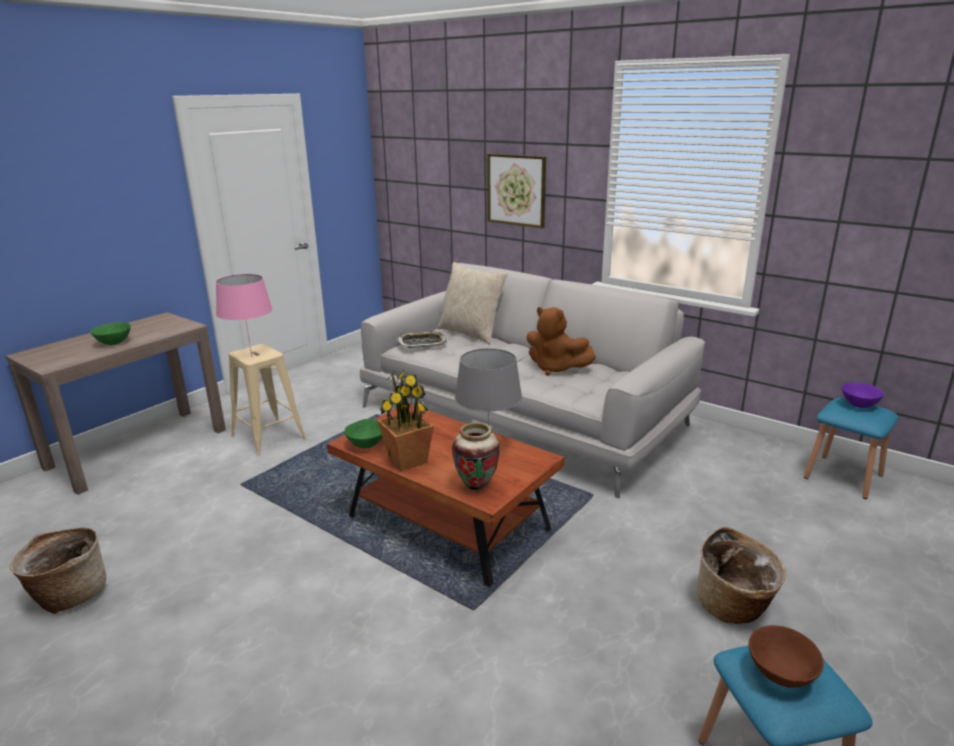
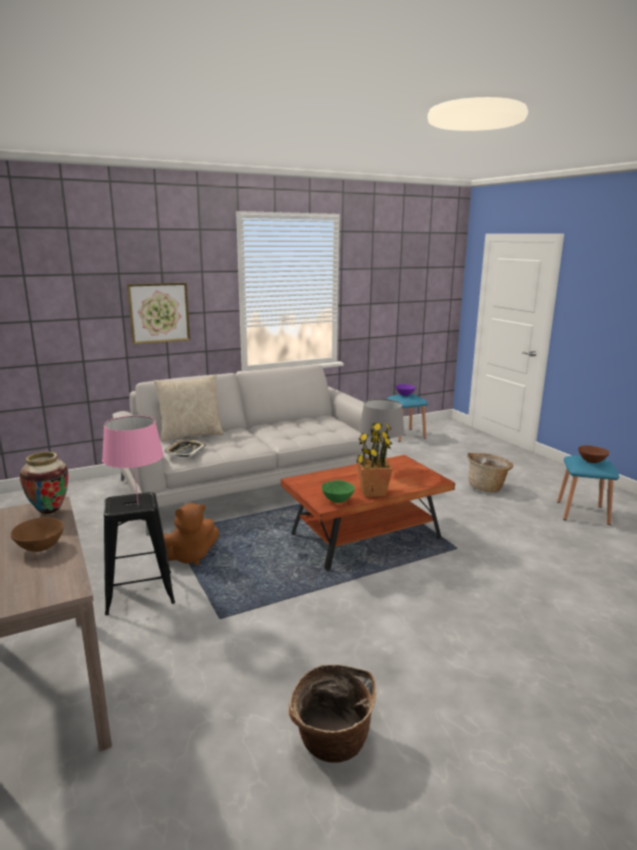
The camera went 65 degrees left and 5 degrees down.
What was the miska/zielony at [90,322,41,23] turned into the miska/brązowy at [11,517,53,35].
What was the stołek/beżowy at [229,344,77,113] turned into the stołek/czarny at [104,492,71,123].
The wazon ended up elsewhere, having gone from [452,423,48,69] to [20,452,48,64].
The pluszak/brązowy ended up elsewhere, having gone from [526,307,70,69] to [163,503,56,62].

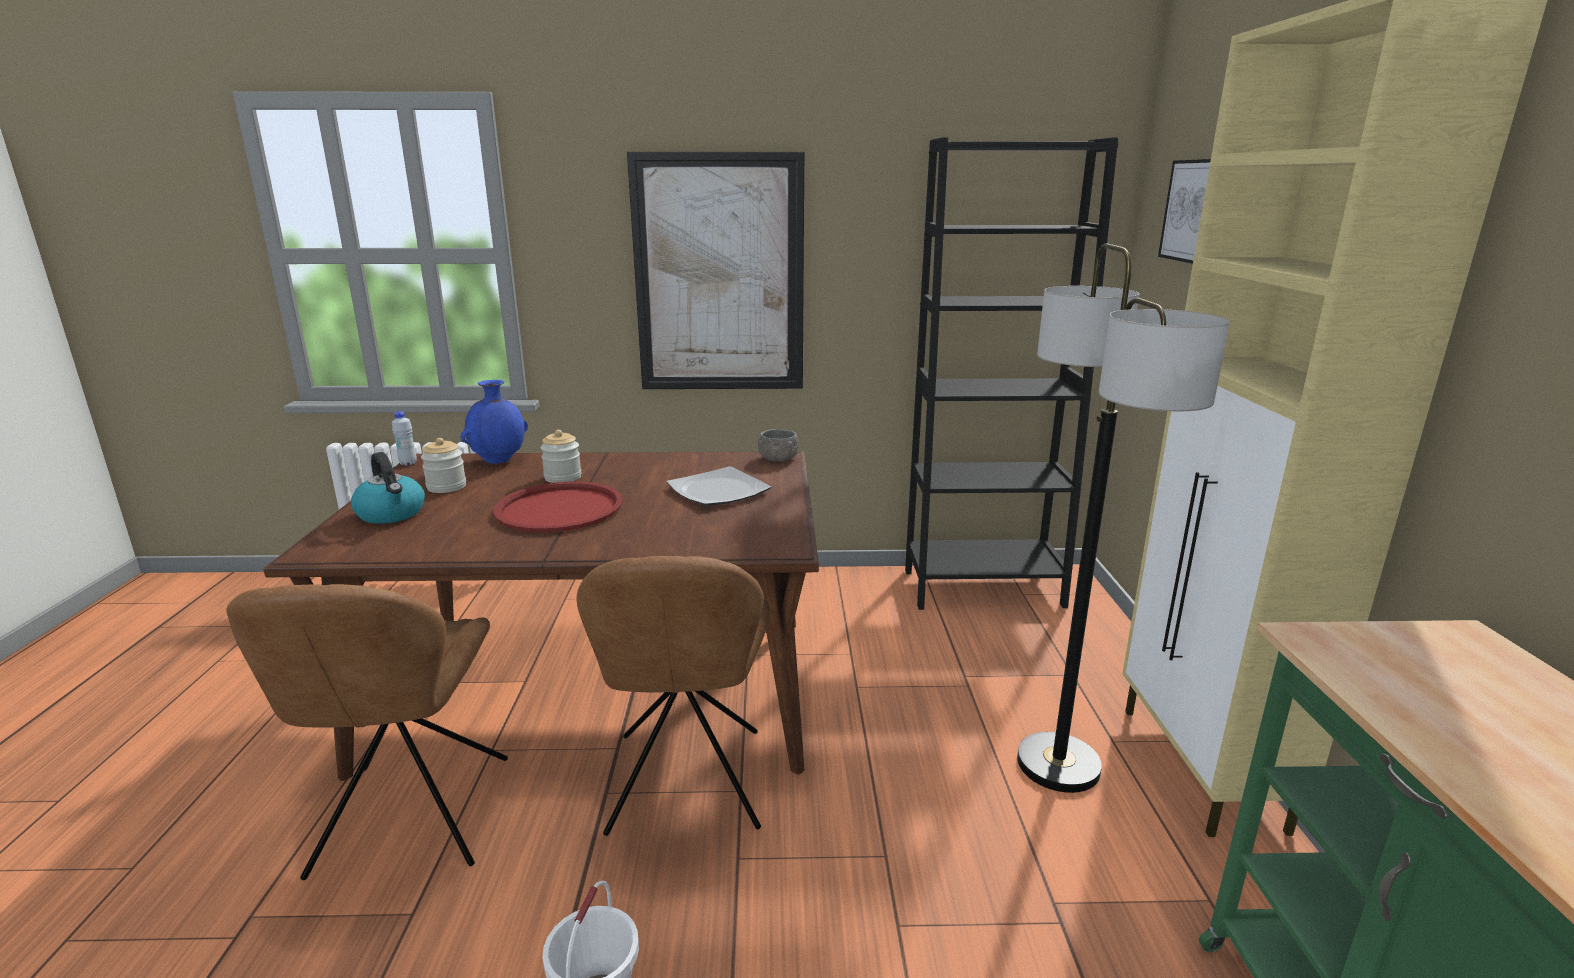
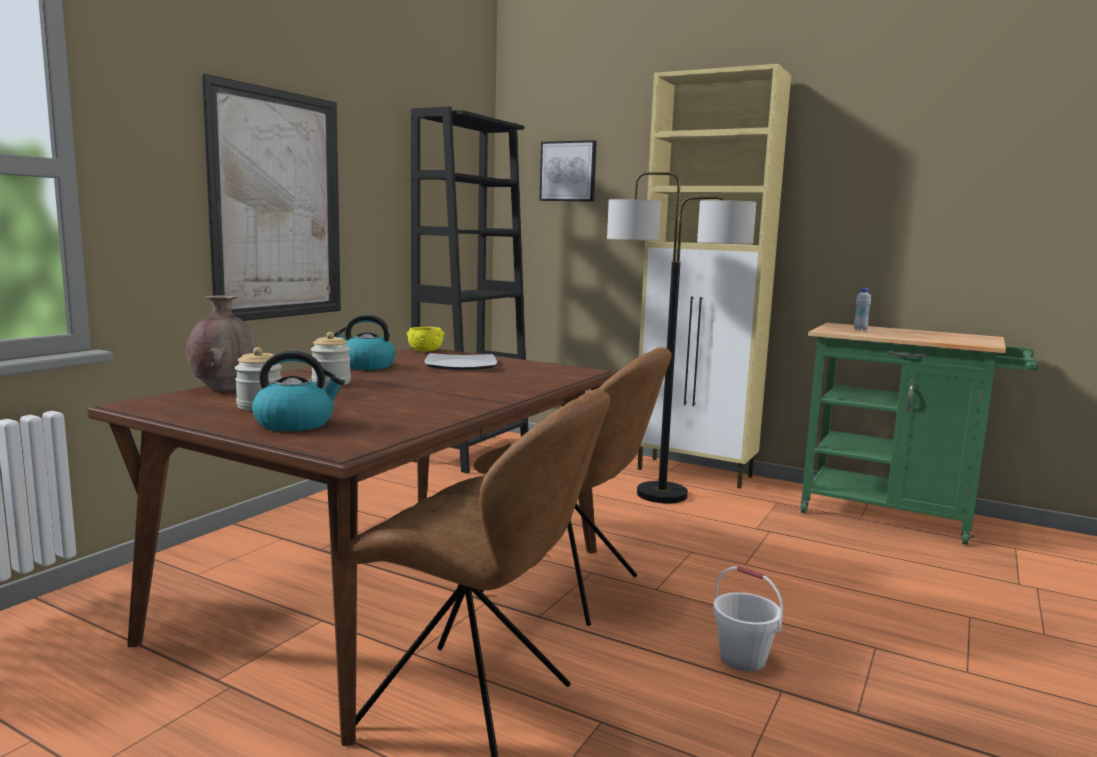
The camera went 60 degrees left and 10 degrees down.
The butelka/biały ended up elsewhere, having gone from [392,411,25,55] to [854,288,17,42].
What was the wazon/niebieski at [460,380,68,84] turned into the wazon/brązowy at [186,295,72,96].
The second view lost the taca/czerwony at [493,481,130,52].
What was the miska/szary at [758,429,41,33] turned into the miska/żółty at [407,327,38,25].
The second view gained the czajnik at [334,314,62,56].

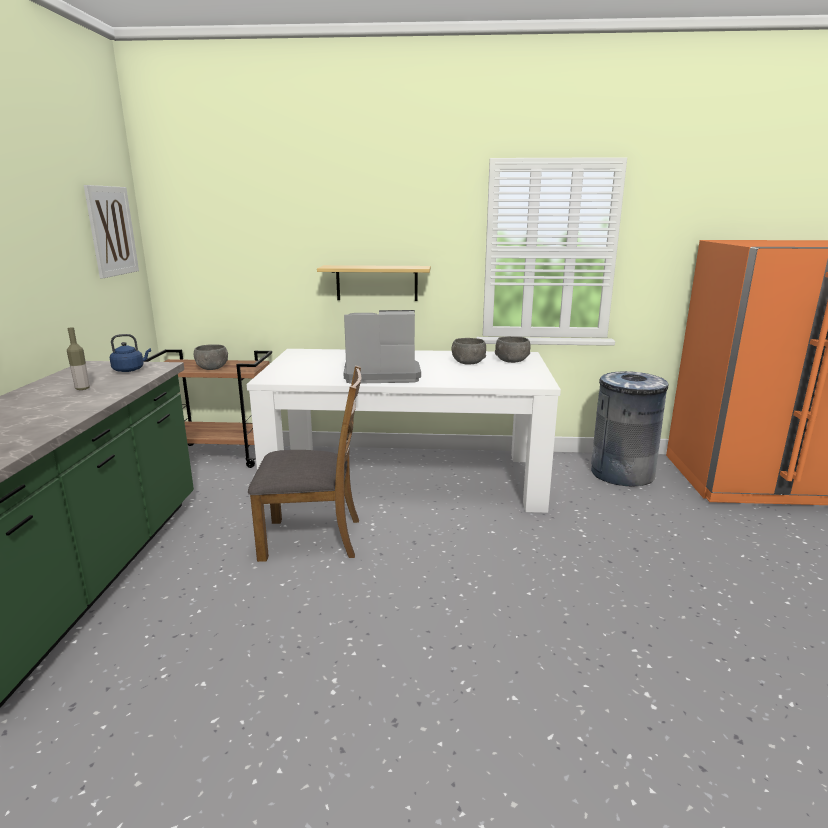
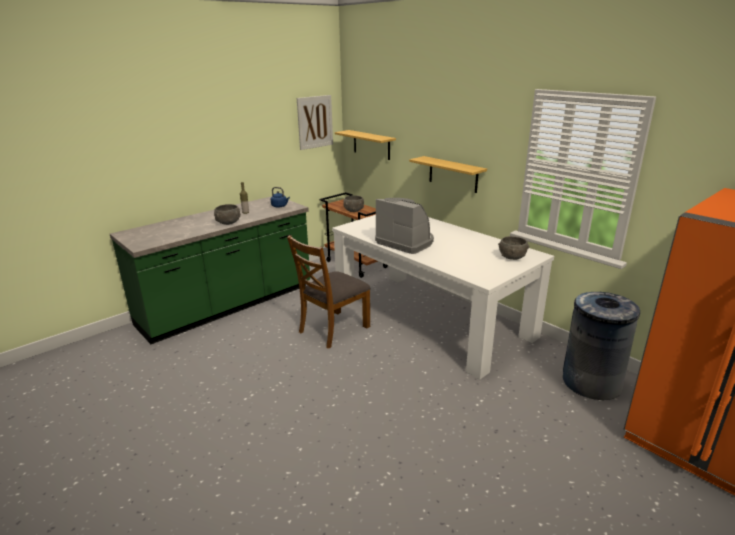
The camera went 45 degrees right and 5 degrees up.
The krzesło/brązowy at [248,365,113,197] ended up facing another way, 90 degrees clockwise from before.
The miska/szary ended up elsewhere, having gone from [452,338,34,27] to [214,204,27,21].
The second view gained the półka at [335,130,61,30].

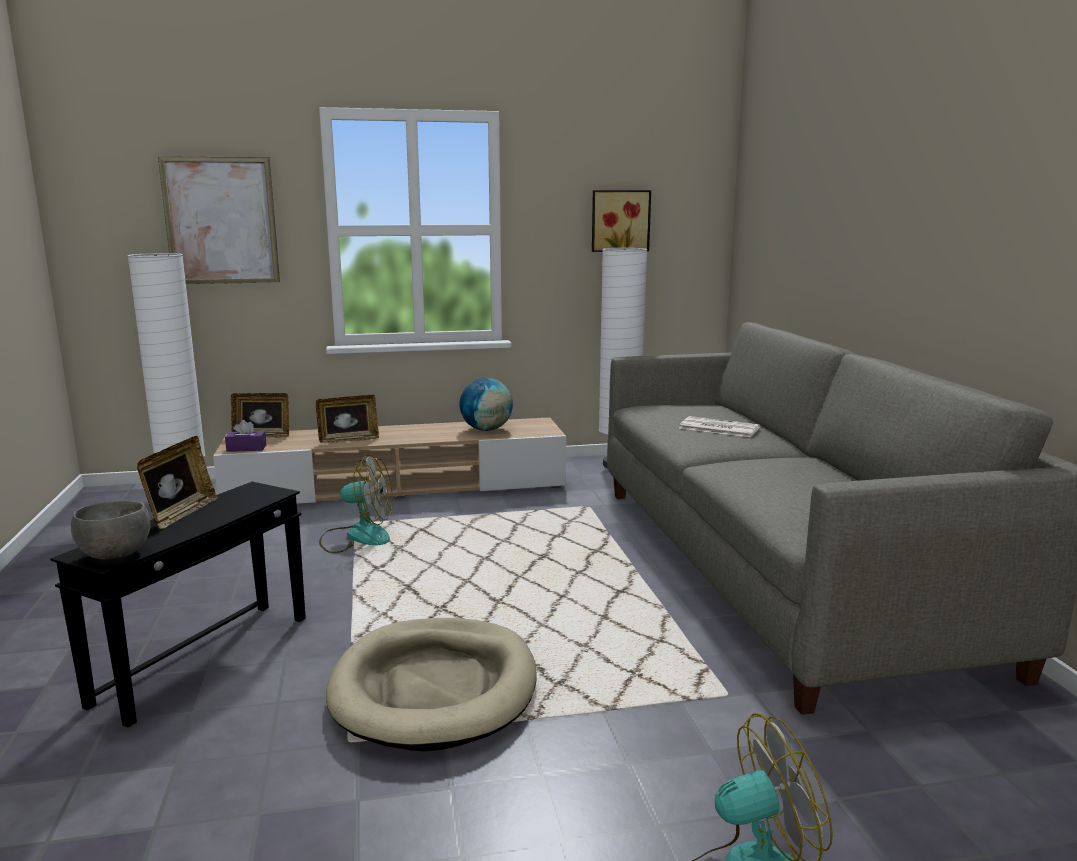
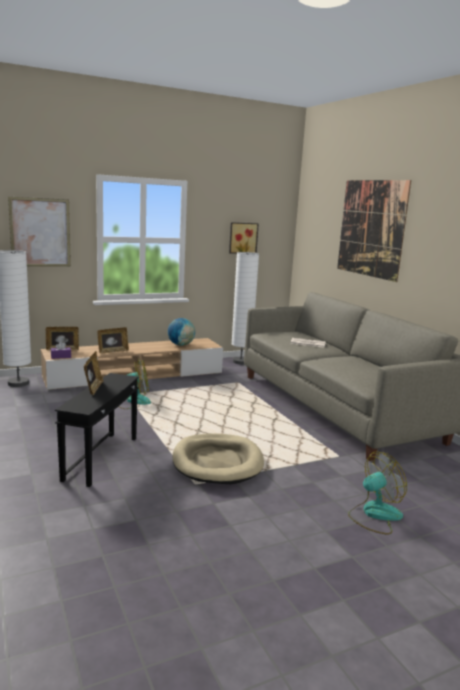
The camera went 15 degrees left and 0 degrees up.
The second view lost the miska/szary at [71,500,79,59].
The second view gained the obraz at [337,180,74,102].

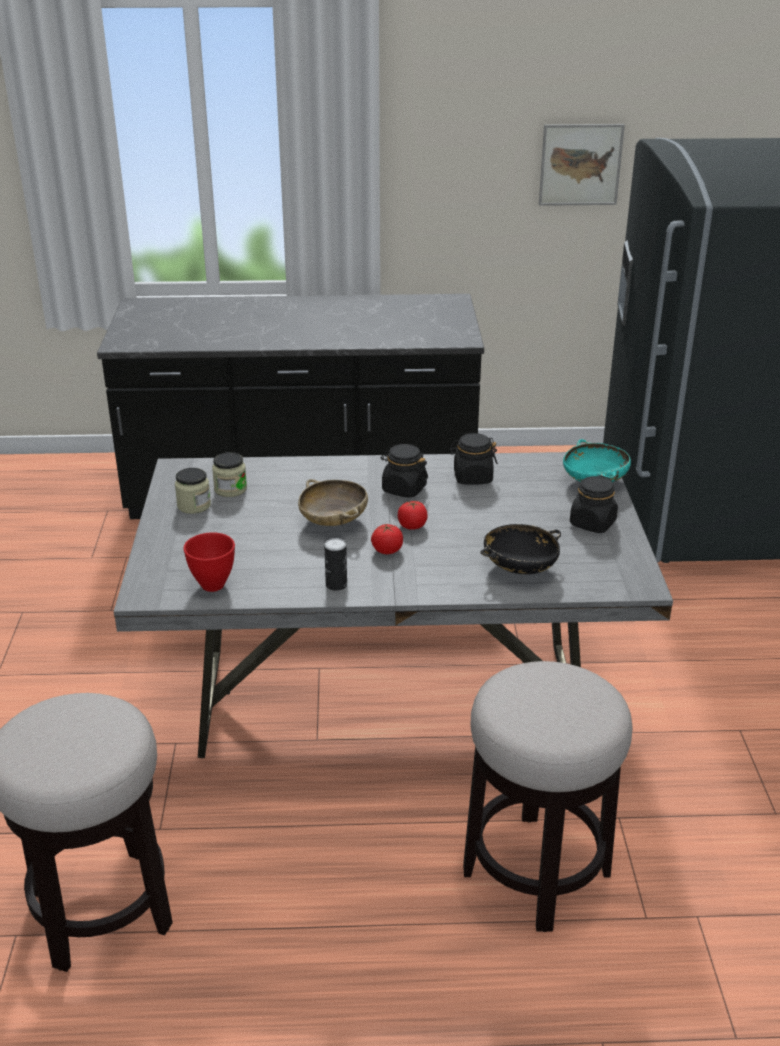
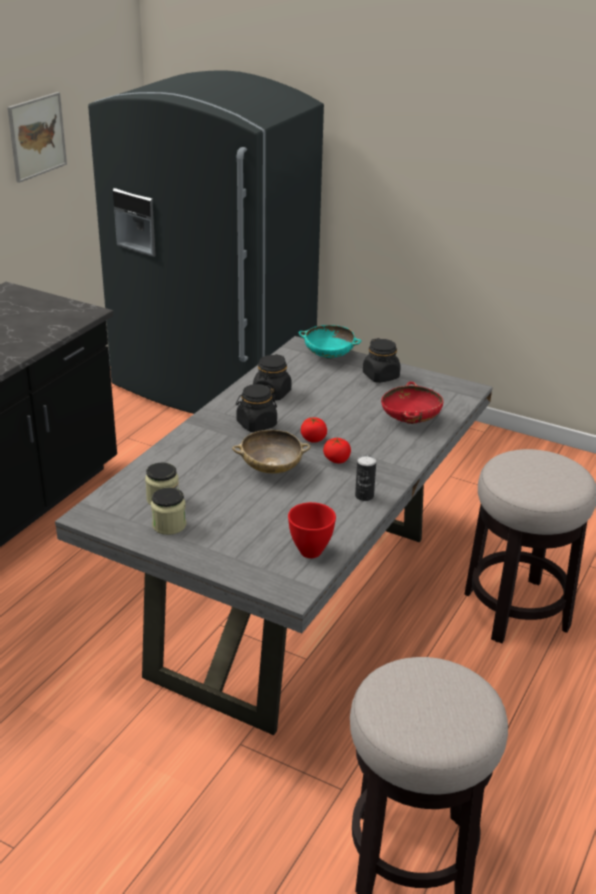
The camera went 60 degrees left and 0 degrees up.
What was the miska/czarny at [481,524,80,50] turned into the miska/czerwony at [381,382,62,42].

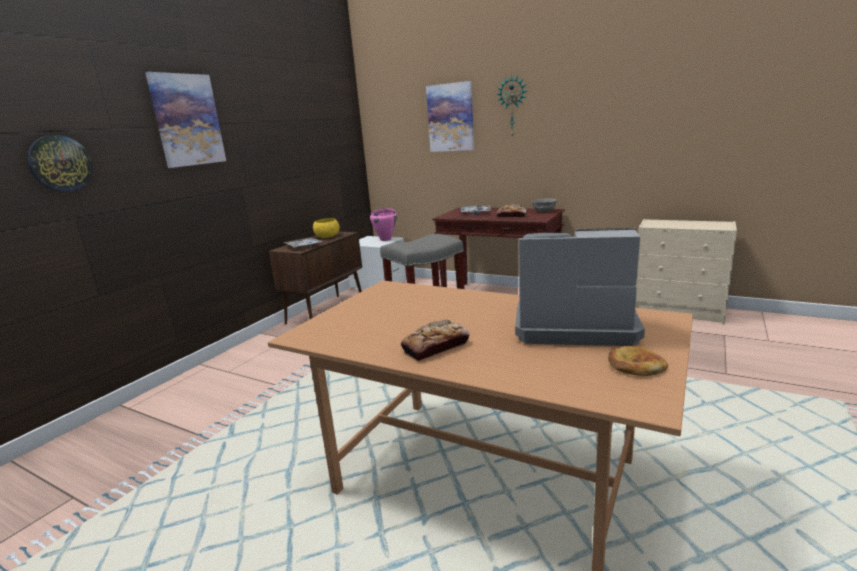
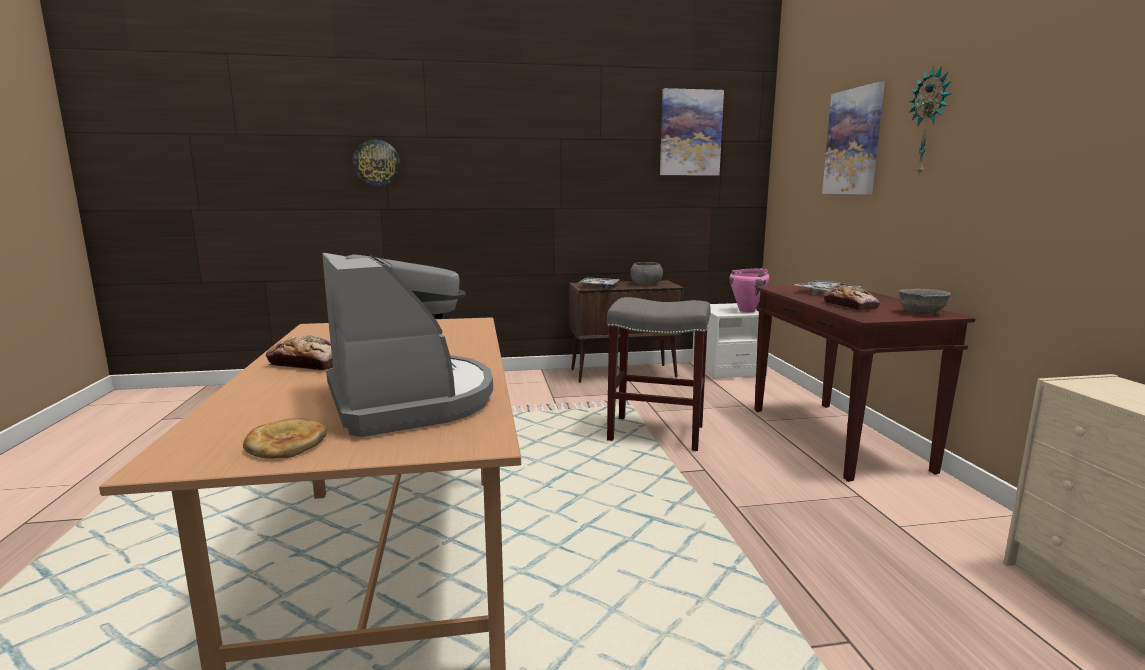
The camera went 50 degrees right and 5 degrees down.
The obraz ended up elsewhere, having gone from [145,72,81,96] to [660,88,64,87].
What was the miska/żółty at [313,218,27,20] turned into the miska/szary at [630,262,33,23].

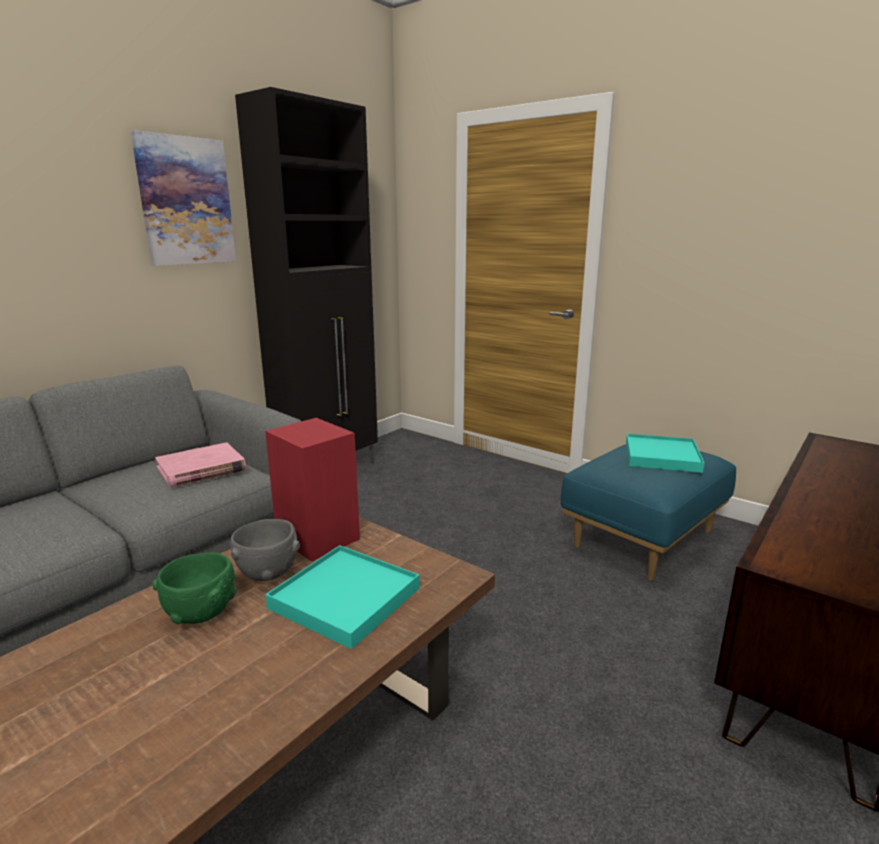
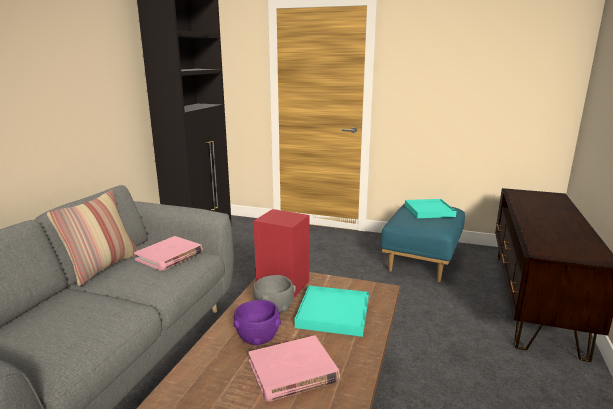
The camera went 20 degrees left and 0 degrees up.
The second view lost the obraz at [131,130,105,136].
What was the miska/zielony at [153,553,83,71] turned into the miska/fioletowy at [234,300,47,46].
The second view gained the poduszka at [47,190,91,96].
The second view gained the książka/różowy at [248,335,92,67].

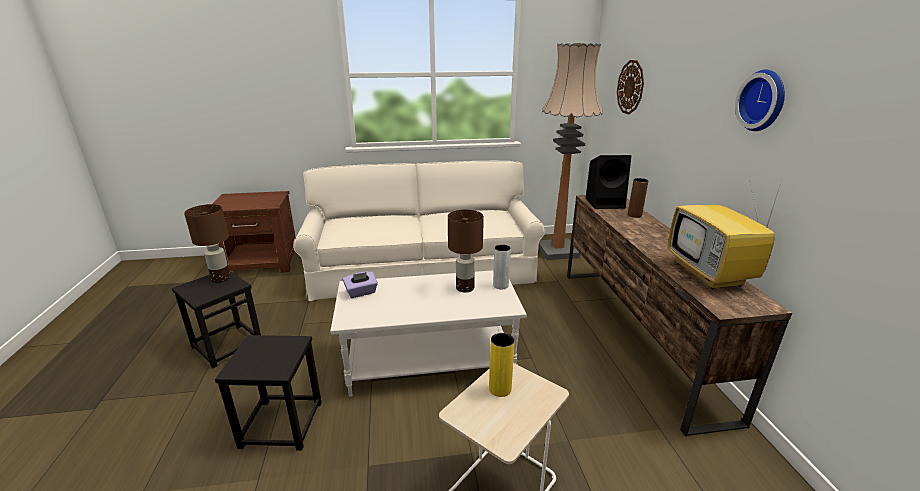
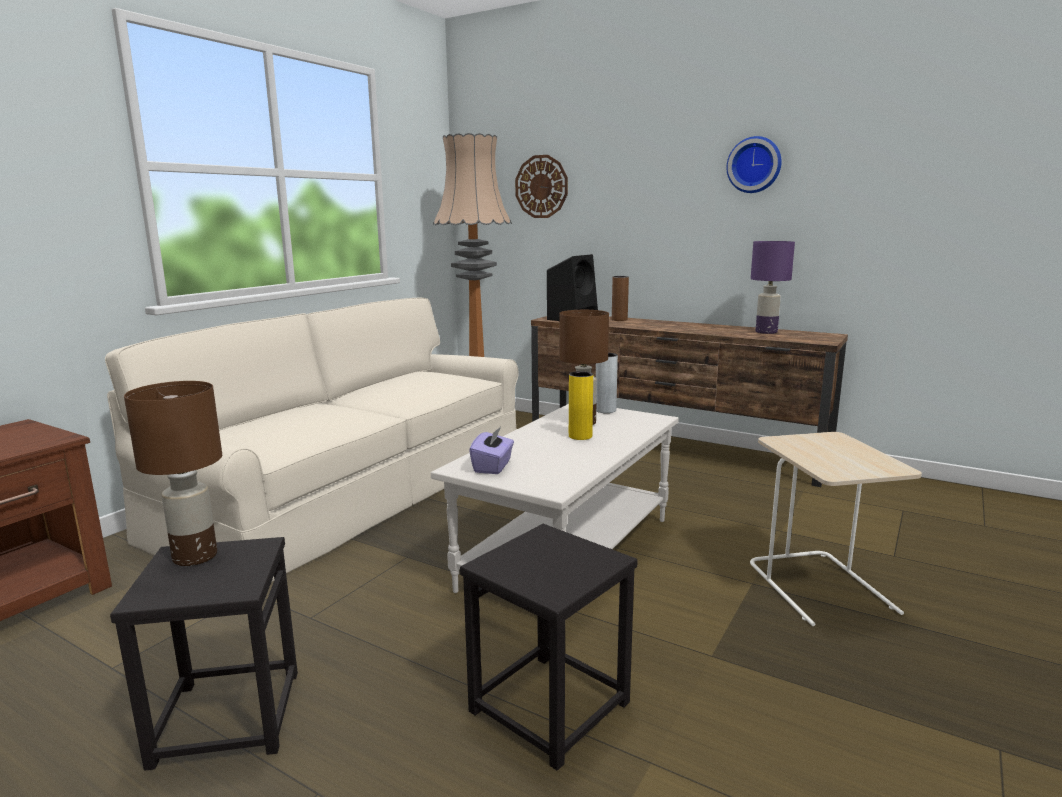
The camera went 50 degrees left and 10 degrees down.
The wazon/żółty ended up elsewhere, having gone from [489,333,26,64] to [569,371,24,69].
Where the telewizor stood at [668,183,113,107], the lampa stołowa/fioletowy came to stand at [751,241,44,93].

